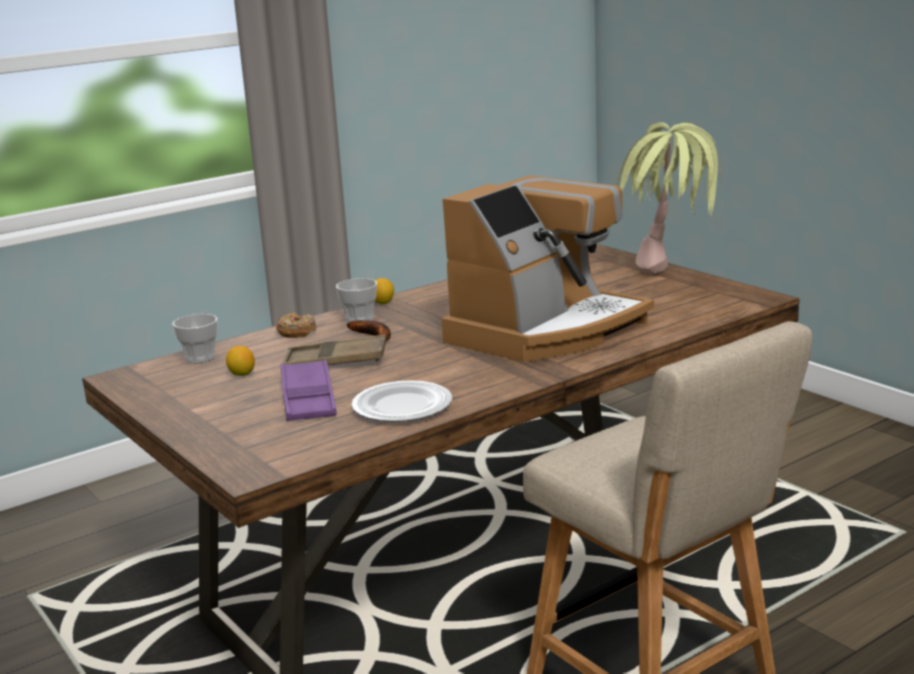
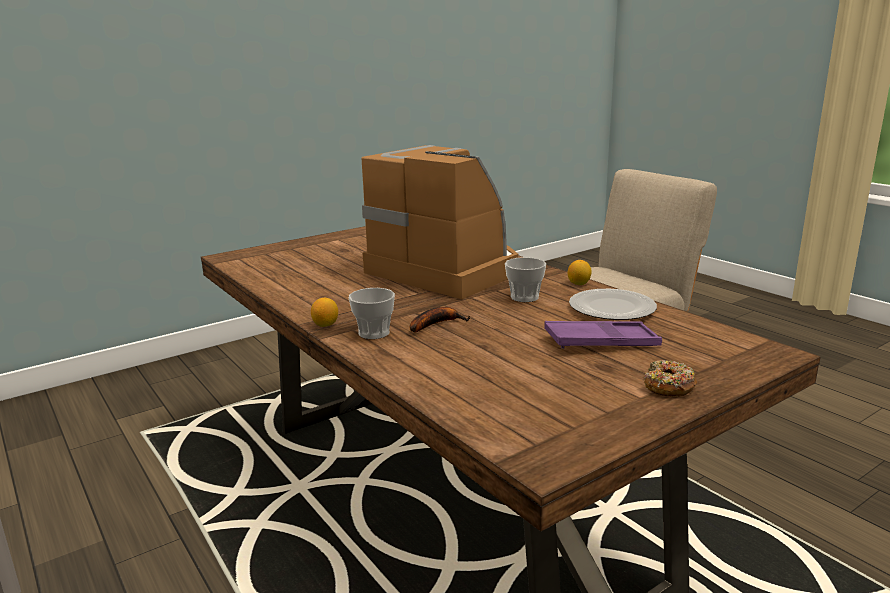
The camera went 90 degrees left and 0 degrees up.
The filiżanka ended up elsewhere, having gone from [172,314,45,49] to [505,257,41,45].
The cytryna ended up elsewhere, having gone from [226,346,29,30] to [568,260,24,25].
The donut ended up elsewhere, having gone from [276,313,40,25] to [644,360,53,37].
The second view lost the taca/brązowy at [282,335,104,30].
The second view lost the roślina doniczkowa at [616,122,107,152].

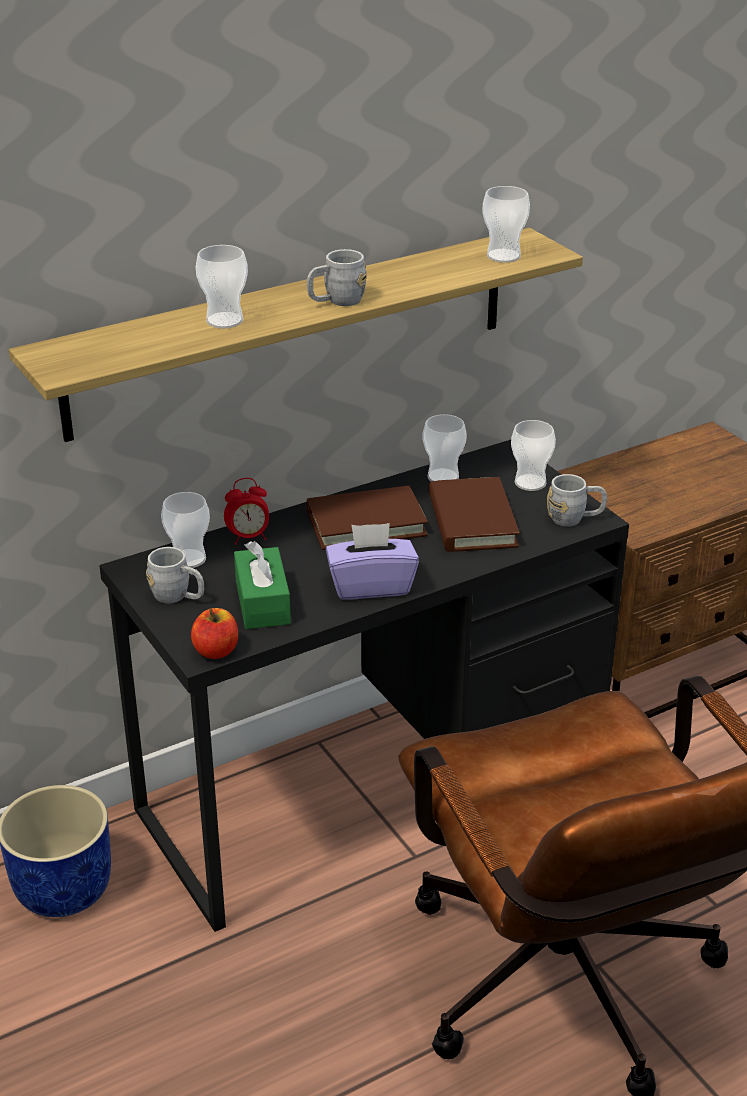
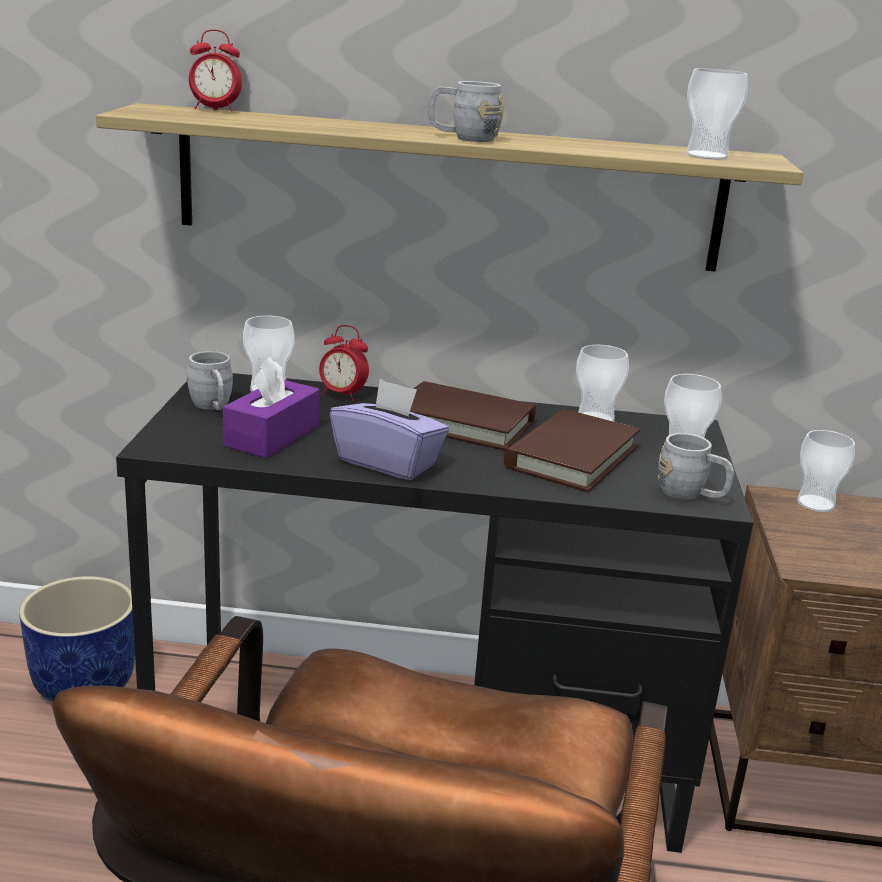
The camera went 35 degrees right and 10 degrees down.
The second view lost the jabłko at [191,608,47,51].
The filiżanka ended up elsewhere, having gone from [196,245,52,83] to [797,430,58,82].
What was the pudełko chusteczek/zielony at [234,541,57,88] turned into the pudełko chusteczek/fioletowy at [223,357,97,101].
The second view gained the budzik at [189,29,53,83].

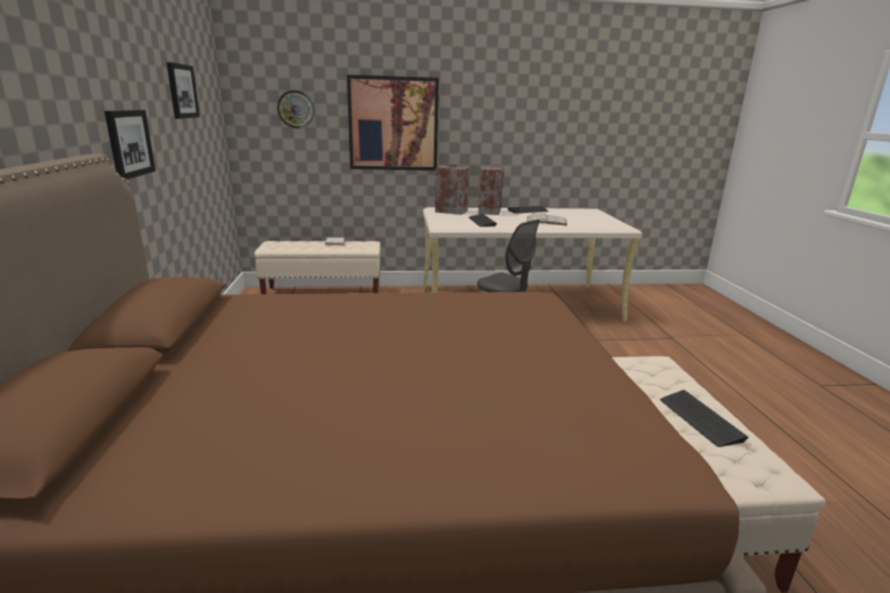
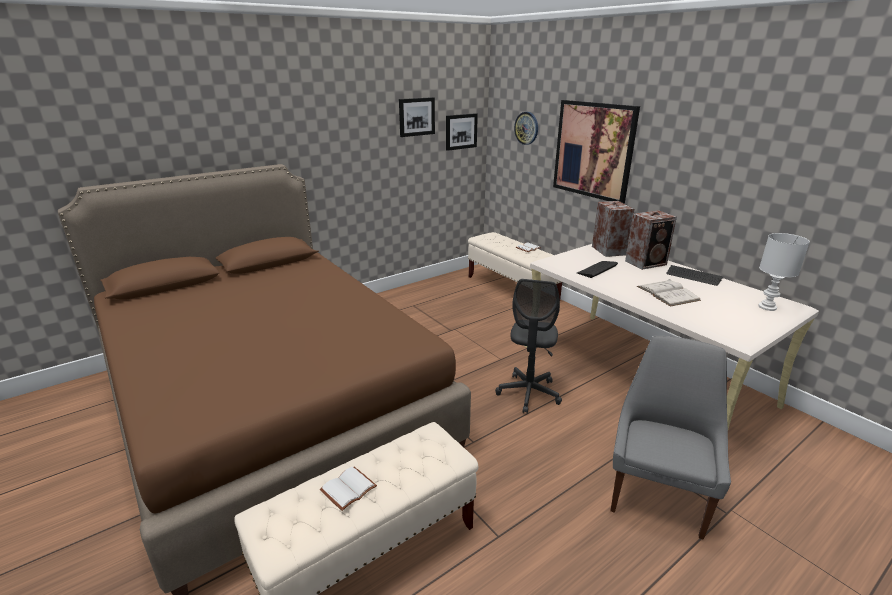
The camera went 60 degrees right and 5 degrees up.
The obraz ended up elsewhere, having gone from [104,110,52,69] to [446,113,32,38].
Where the klawiatura stood at [660,390,89,57], the książka/biały came to stand at [320,467,57,44].
The second view gained the krzesło/szary at [610,336,121,204].
The second view gained the lampa stołowa/biały at [758,233,52,78].

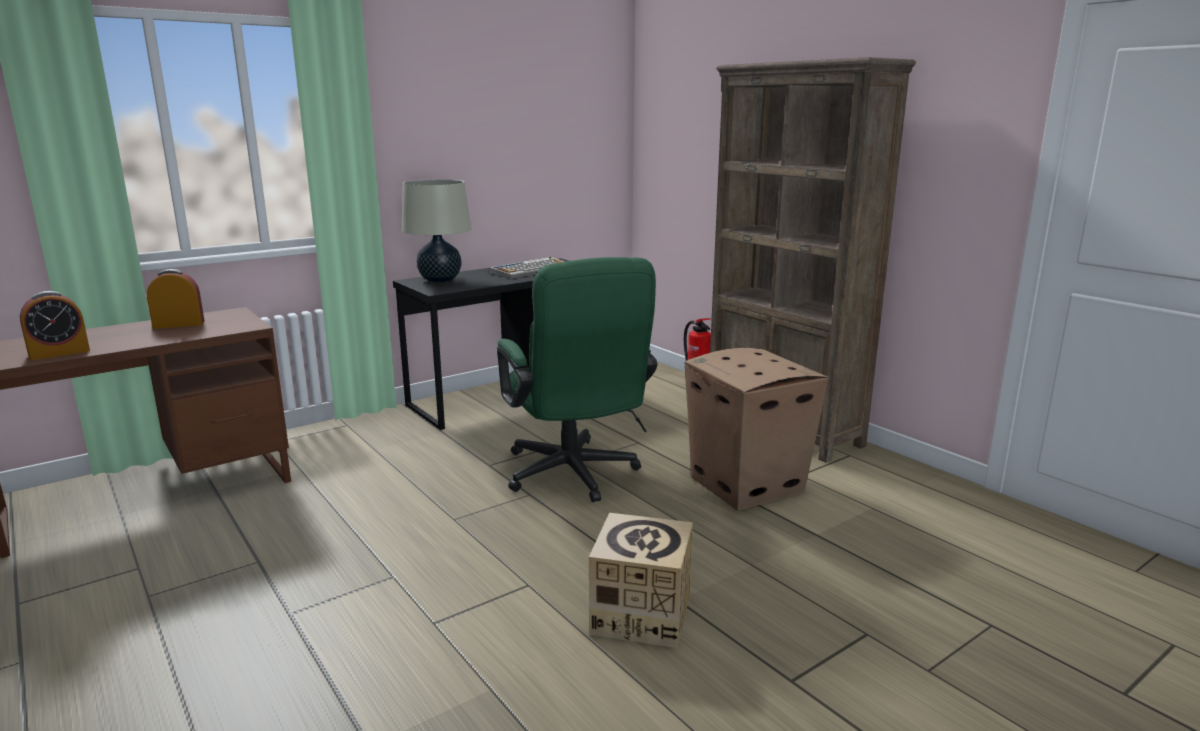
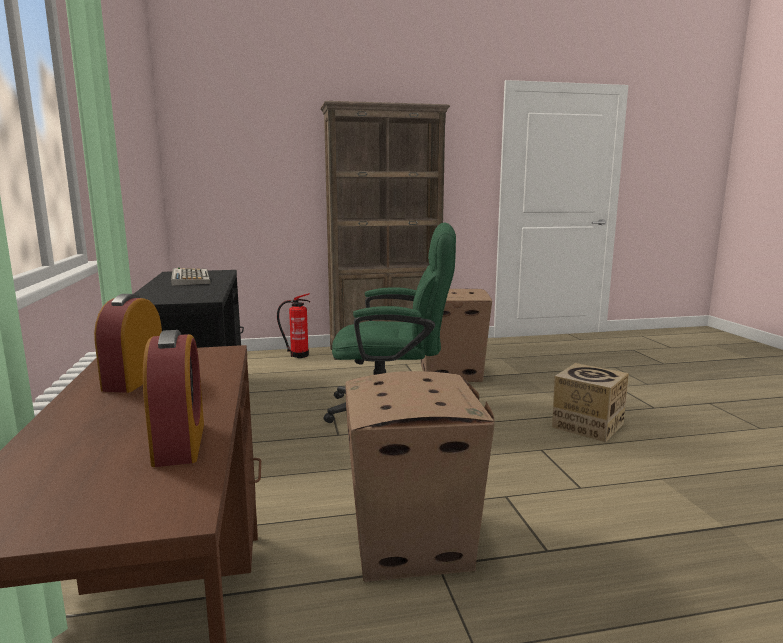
The camera went 65 degrees left and 5 degrees down.
The second view lost the lampa stołowa/beżowy at [402,179,70,104].
The second view gained the karton at [345,371,150,211].

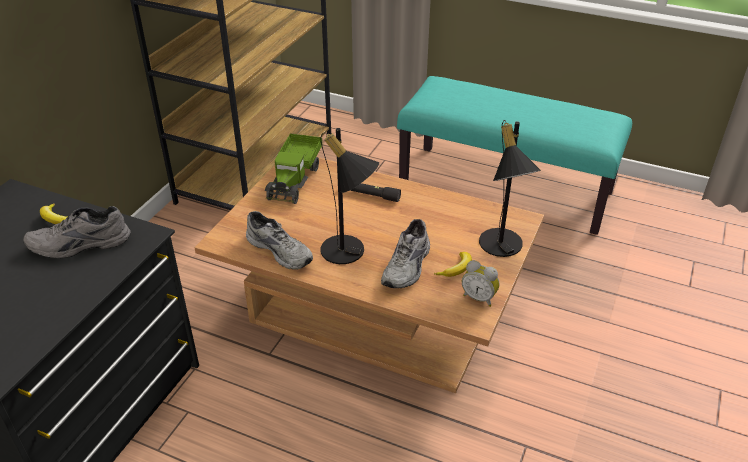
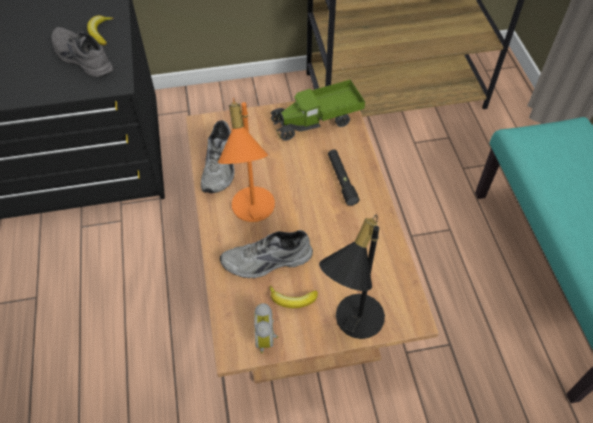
The camera went 55 degrees right and 15 degrees up.
What was the lampa stołowa/czarny at [320,128,59,136] turned into the lampa stołowa/pomarańczowy at [218,98,57,124].

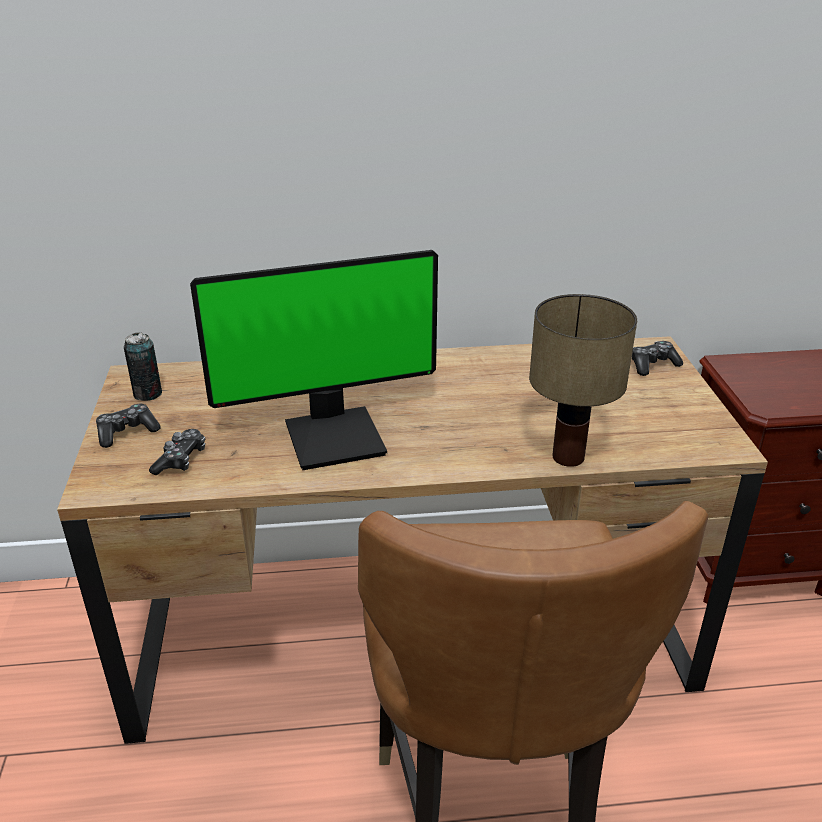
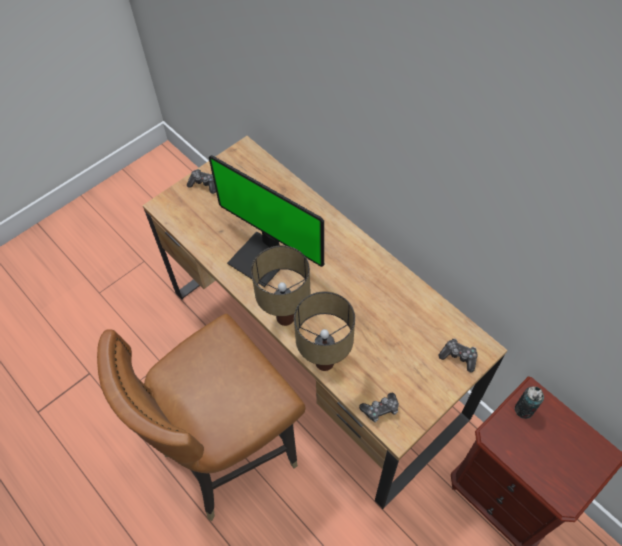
The camera went 55 degrees right and 25 degrees up.
The puszka ended up elsewhere, having gone from [124,333,38,68] to [515,387,29,32].
The pad do gier ended up elsewhere, having gone from [149,429,56,46] to [359,393,40,29].
The second view gained the lampa stołowa at [251,245,60,81].

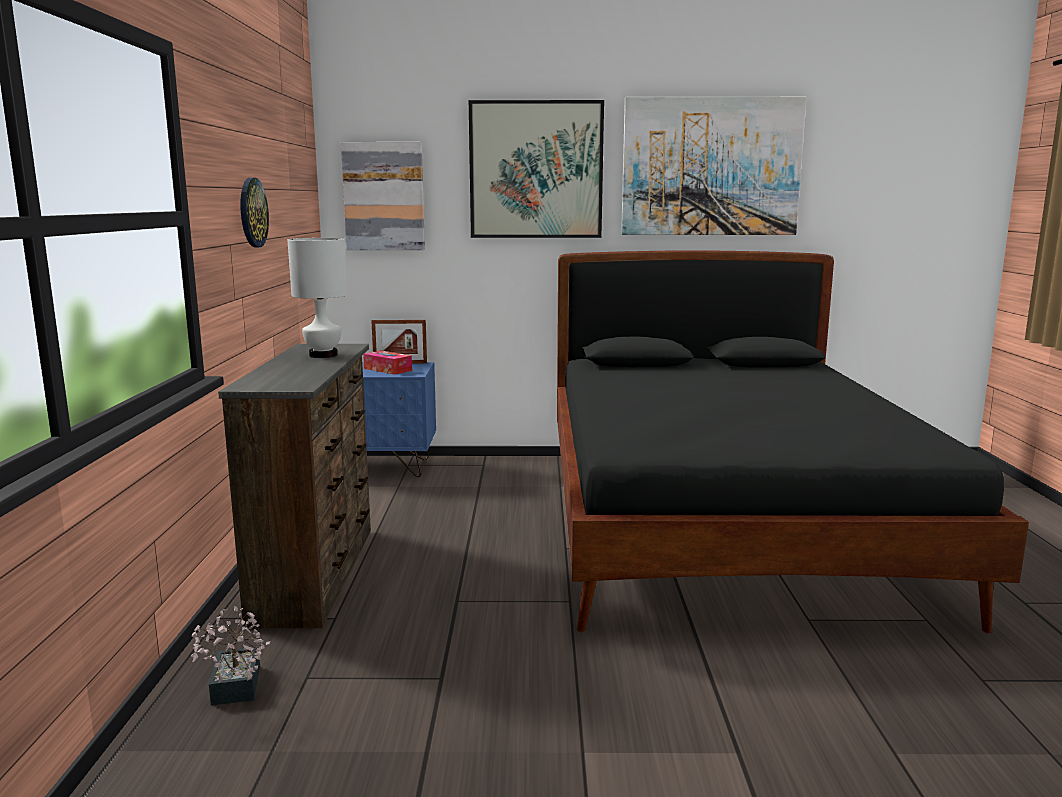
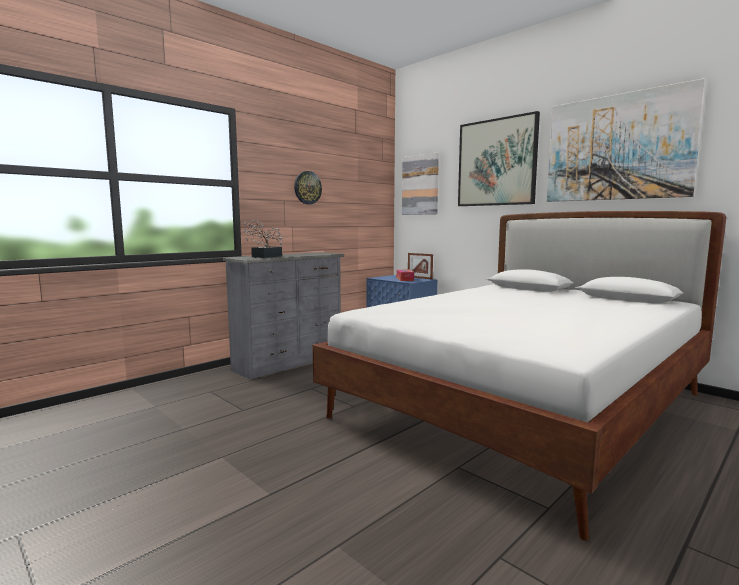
The camera went 45 degrees right and 5 degrees down.
The roślina doniczkowa ended up elsewhere, having gone from [190,606,81,100] to [243,220,39,38].
What was the komoda/brązowy at [218,344,153,284] turned into the komoda/szary at [223,252,121,127].
The second view lost the lampa stołowa/biały at [287,238,61,120].
What was the łóżko/czarny at [557,250,472,383] turned into the łóżko/biały at [312,211,414,330].

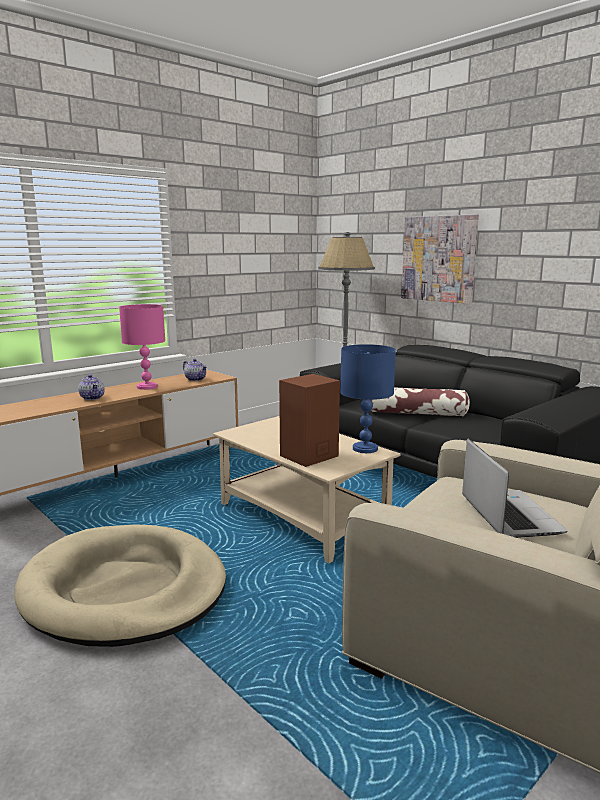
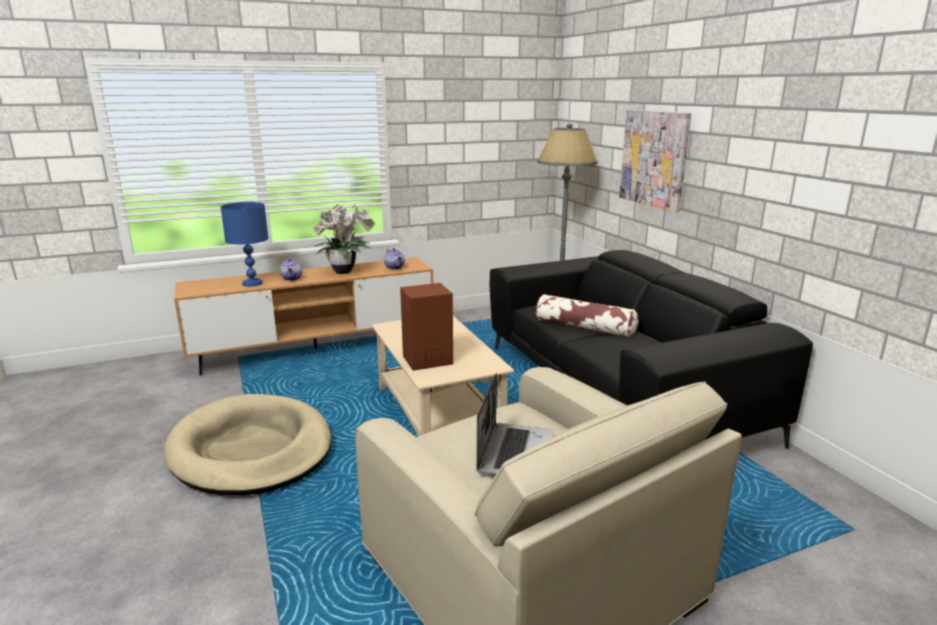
The camera went 20 degrees right and 5 degrees up.
Where the lampa stołowa/różowy stood at [119,304,46,86], the roślina doniczkowa came to stand at [313,204,63,70].
The lampa stołowa/niebieski ended up elsewhere, having gone from [340,344,56,109] to [221,202,48,85].

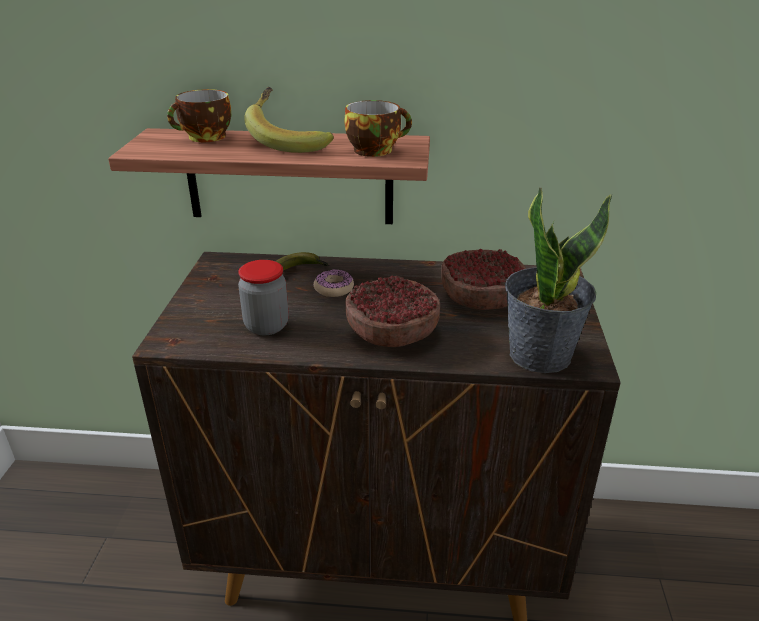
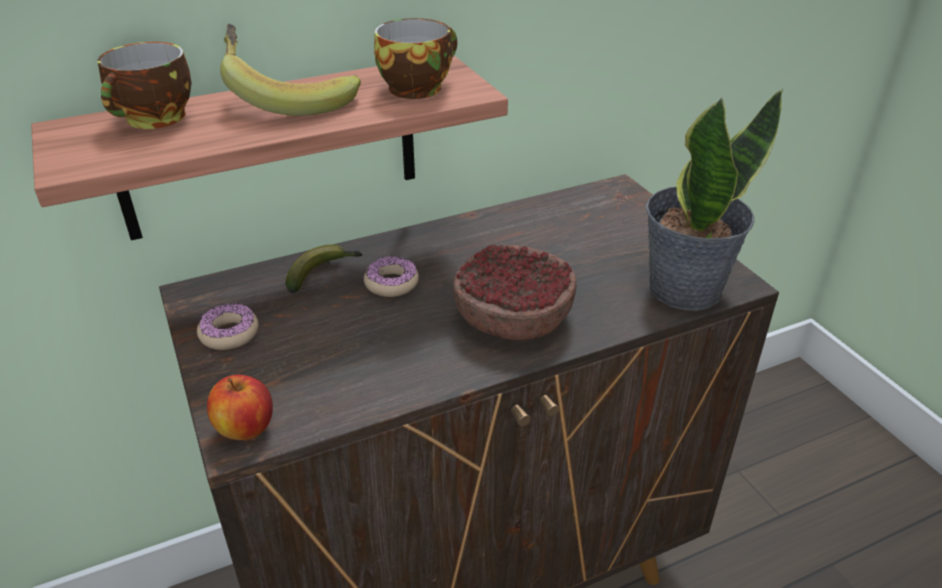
The camera went 30 degrees left and 5 degrees up.
The second view lost the słoik at [238,260,51,75].
The second view lost the miska at [441,249,85,61].
The second view gained the donut at [197,303,61,47].
The second view gained the jabłko at [207,375,66,65].

